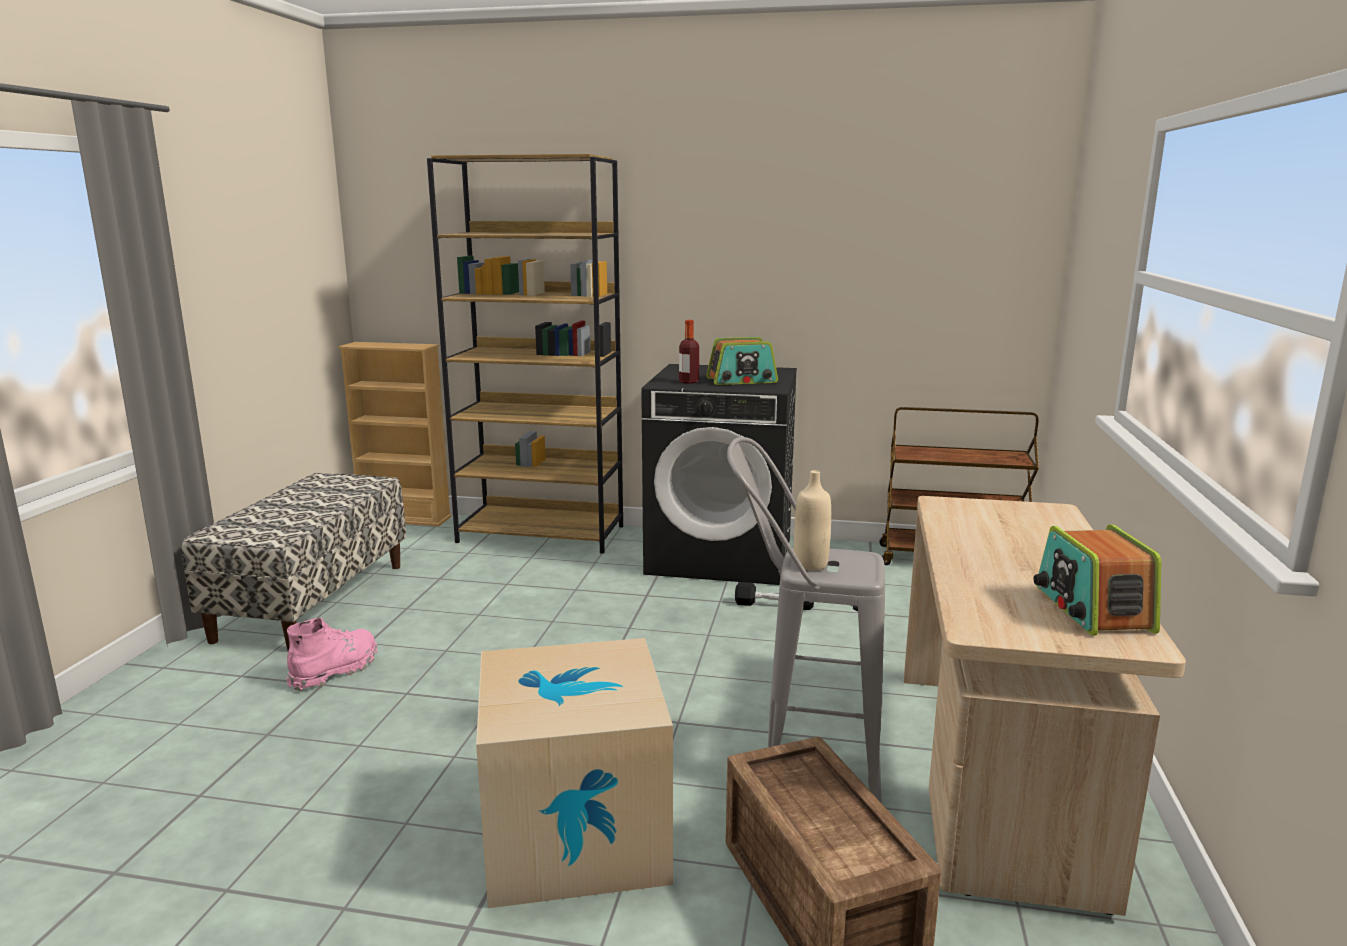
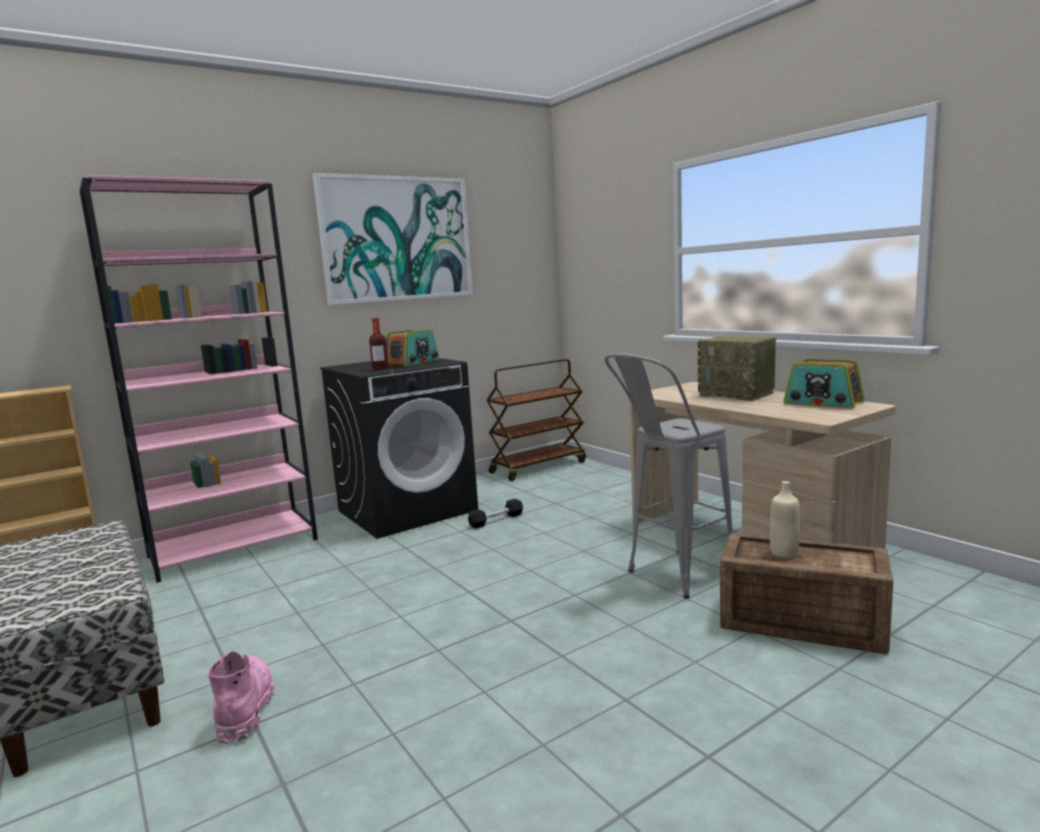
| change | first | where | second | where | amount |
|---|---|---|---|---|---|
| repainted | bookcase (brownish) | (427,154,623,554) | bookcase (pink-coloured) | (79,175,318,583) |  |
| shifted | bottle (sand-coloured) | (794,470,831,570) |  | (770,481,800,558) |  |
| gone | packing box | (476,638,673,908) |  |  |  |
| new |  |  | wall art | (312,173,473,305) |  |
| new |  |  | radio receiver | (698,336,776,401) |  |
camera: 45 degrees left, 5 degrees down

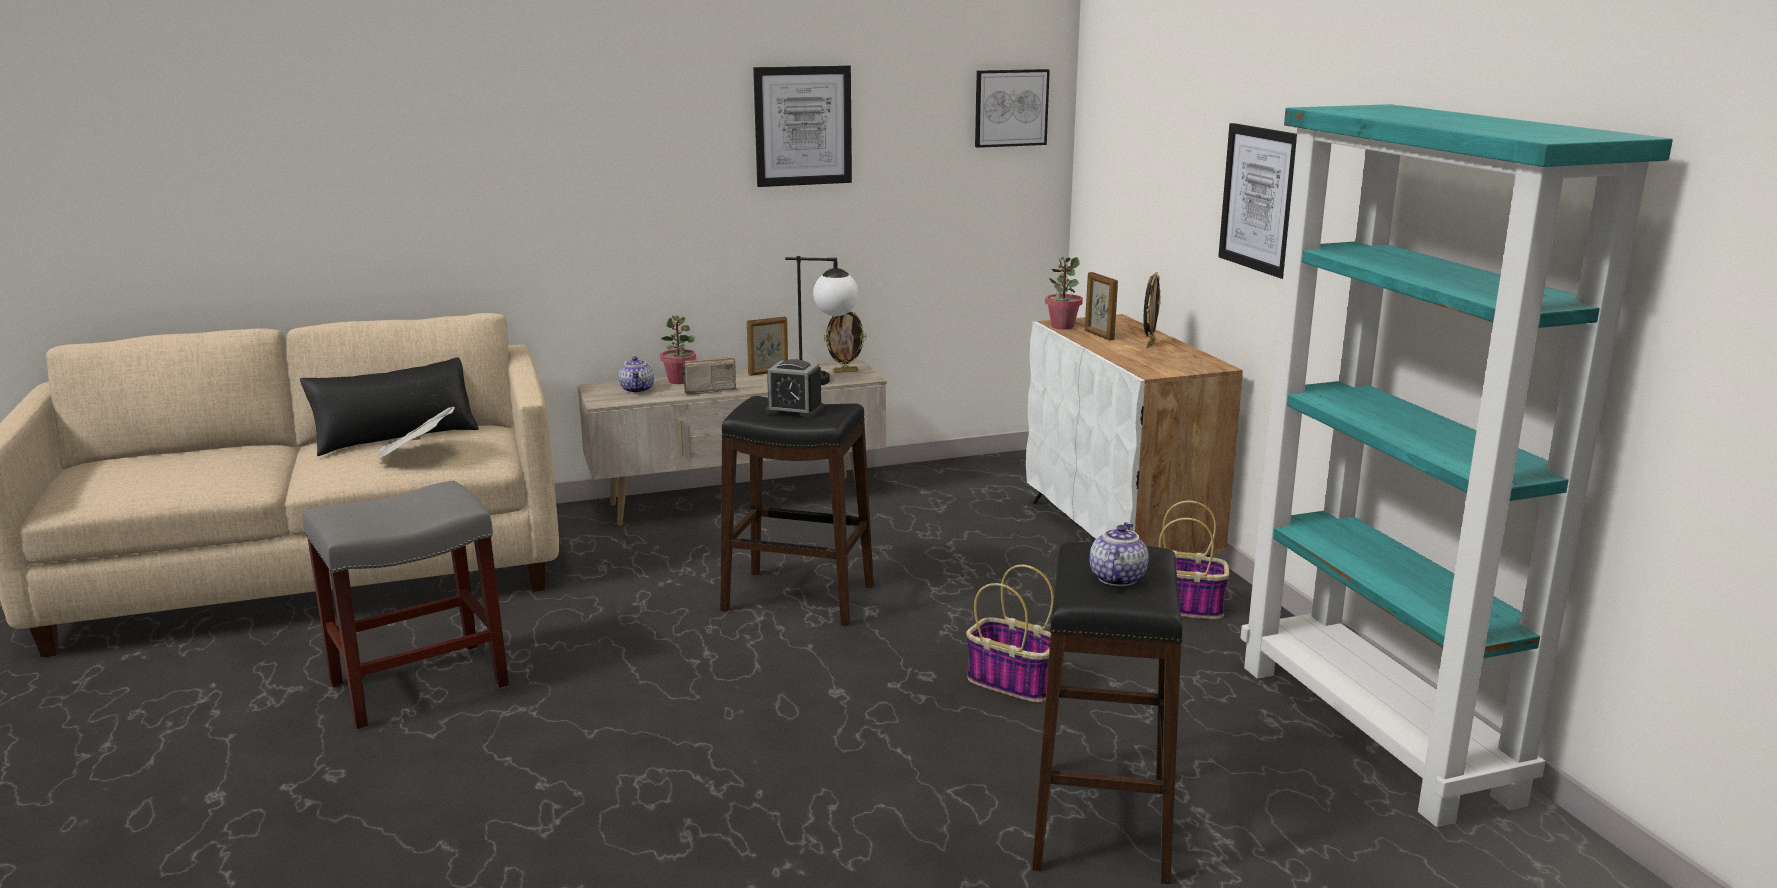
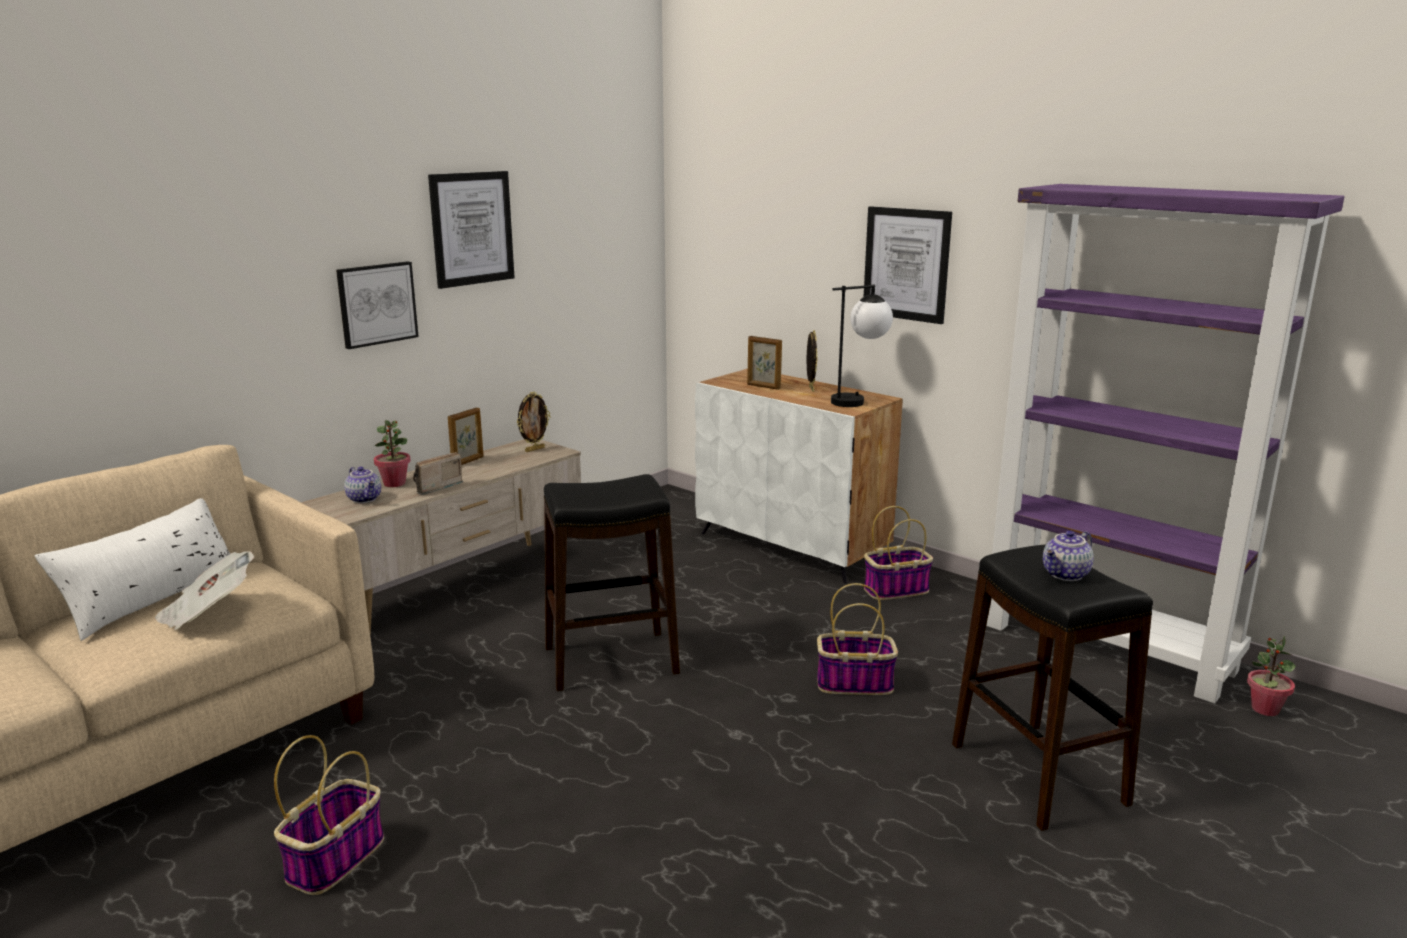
| change | first | where | second | where | amount |
|---|---|---|---|---|---|
| shifted | wall art | (975,69,1050,148) |  | (336,261,419,349) |  |
| repainted | bookcase (blue-green) | (1240,104,1673,827) | bookcase (purple-coloured) | (986,184,1344,703) |  |
| shifted | tabletop lamp | (785,256,859,385) |  | (831,285,893,407) |  |
| shifted | houseplant | (1045,257,1083,330) |  | (1247,636,1295,716) |  |
| repainted | pillow (black-coloured) | (300,357,479,456) | pillow (whitish) | (35,498,230,641) |  |
| gone | alarm clock | (766,359,824,418) |  |  |  |
| swapped | sitting stool (grey) | (303,481,509,730) | storage basket | (274,735,384,895) |  |
| rotated | tea pot | (1090,522,1149,586) |  | (1043,530,1094,581) | 120 degrees counterclockwise |
camera: 30 degrees left, 0 degrees up

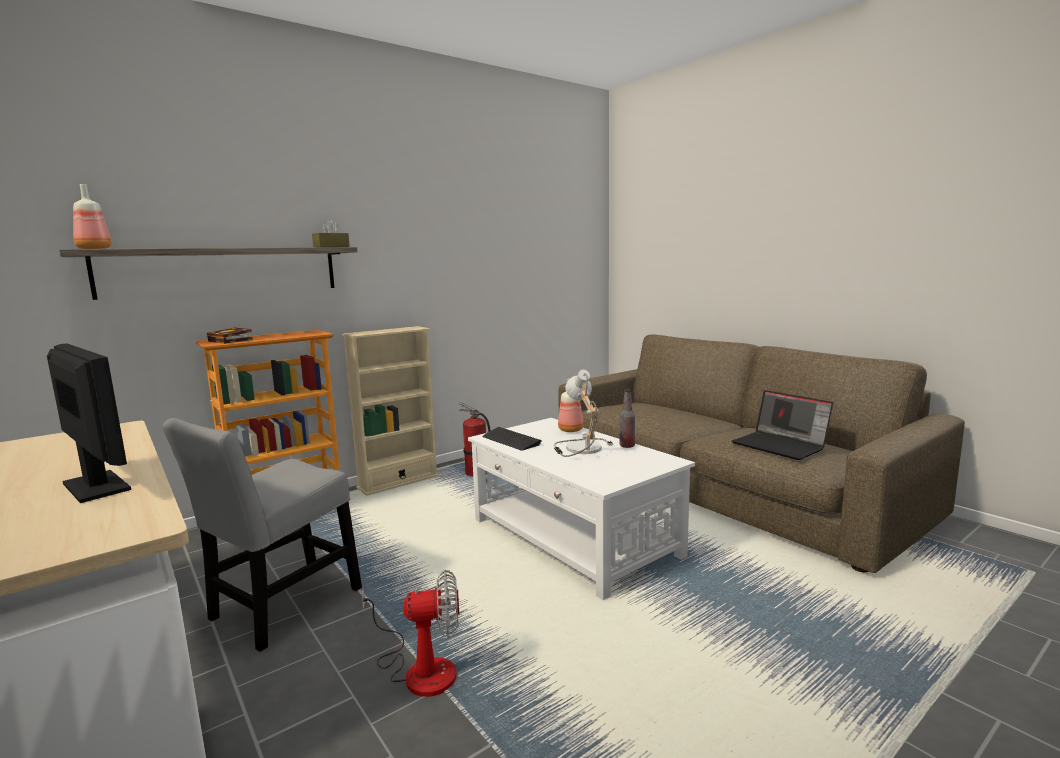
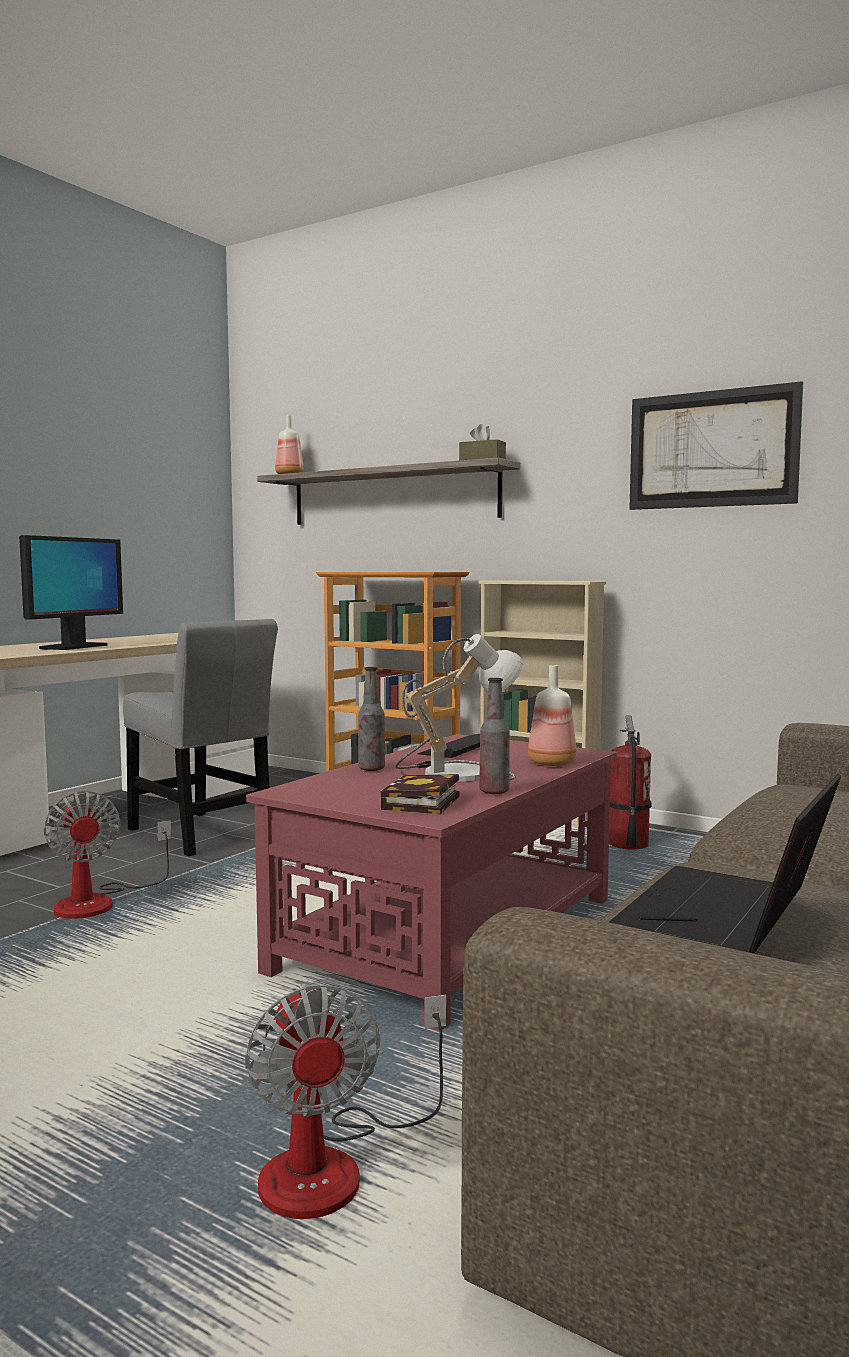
| change | first | where | second | where | amount |
|---|---|---|---|---|---|
| shifted | book | (207,328,253,344) |  | (380,774,459,814) |  |
| rotated | chair (grey) | (162,418,362,652) |  | (123,619,278,856) | 150 degrees counterclockwise |
| repainted | coffee table (whitish) | (468,418,695,600) | coffee table (reddish) | (246,734,617,1031) |  |
| new |  |  | wall art | (629,381,803,510) |  |
| new |  |  | bottle | (358,667,385,771) |  |
| new |  |  | electric fan | (245,984,446,1219) |  |
camera: 70 degrees right, 5 degrees down

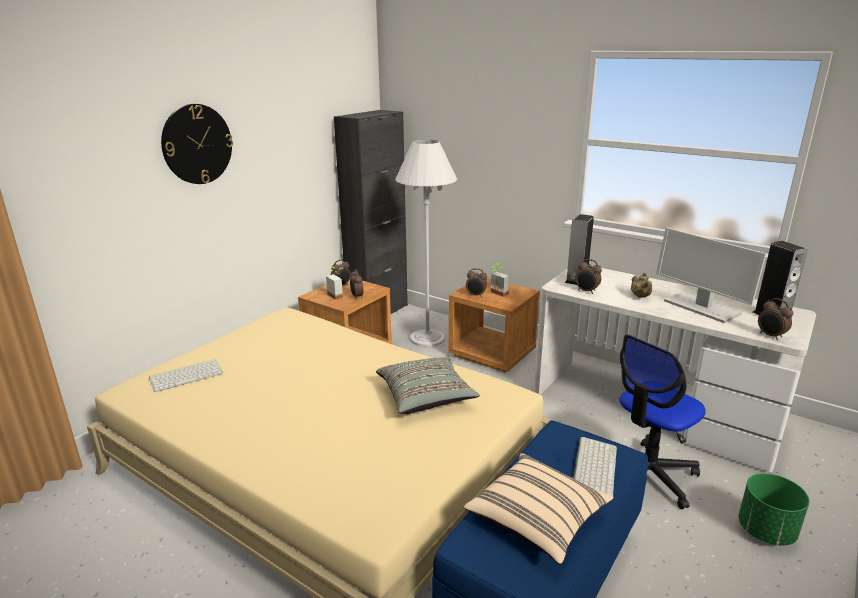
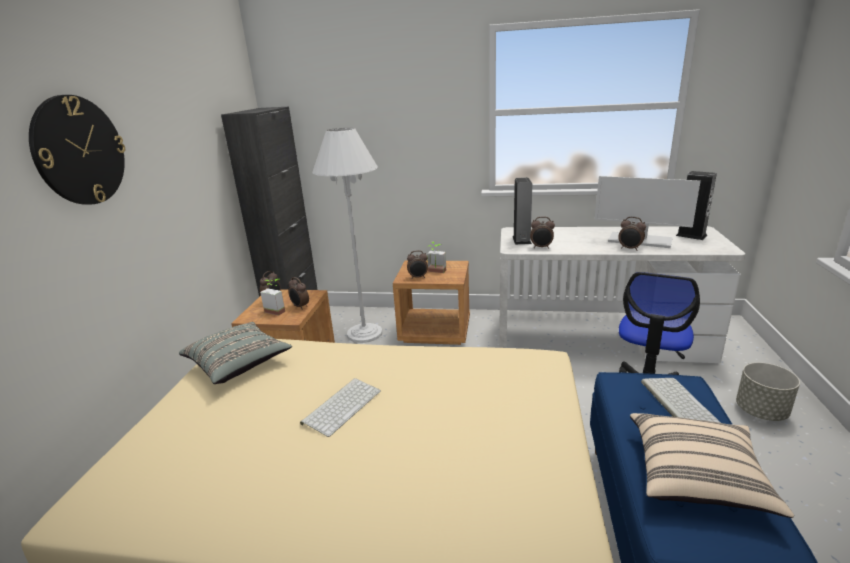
| change | first | where | second | where | amount |
|---|---|---|---|---|---|
| gone | tea pot (sand-coloured) | (631,272,652,297) |  |  |  |
| shifted | alarm clock | (758,298,793,340) |  | (618,217,646,251) |  |
| shifted | pillow (grey) | (376,357,480,414) |  | (179,322,292,384) |  |
| shifted | computer keyboard | (149,359,223,392) |  | (300,378,381,437) |  |
| repainted | plant pot (green-coloured) | (738,473,809,546) | plant pot (grey) | (736,362,800,421) |  |
camera: 25 degrees left, 0 degrees up

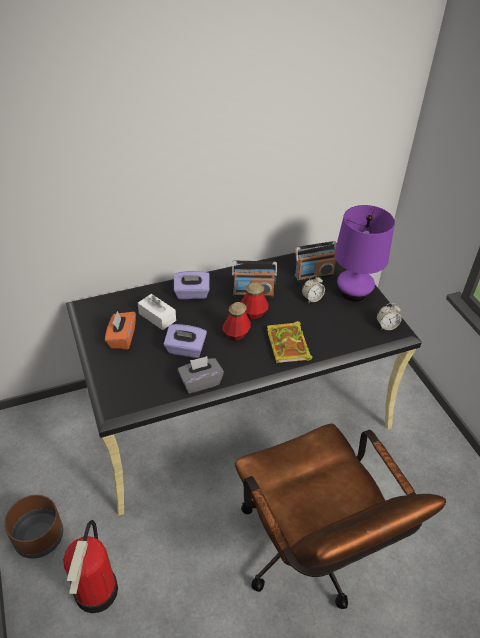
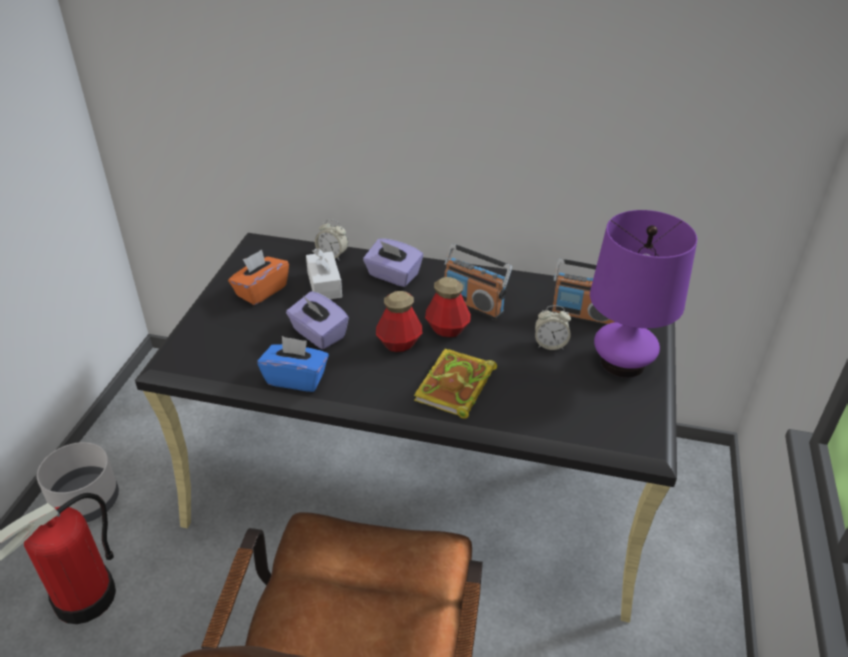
| change | first | where | second | where | amount |
|---|---|---|---|---|---|
| shifted | alarm clock | (377,303,402,330) |  | (315,219,348,261) |  |
| repainted | tissue holder (grey) | (178,356,224,393) | tissue holder (blue-coloured) | (258,336,329,392) |  |
| repainted | plant pot (brownish) | (4,495,63,559) | plant pot (grey) | (37,442,119,522) |  |
camera: 35 degrees right, 5 degrees down

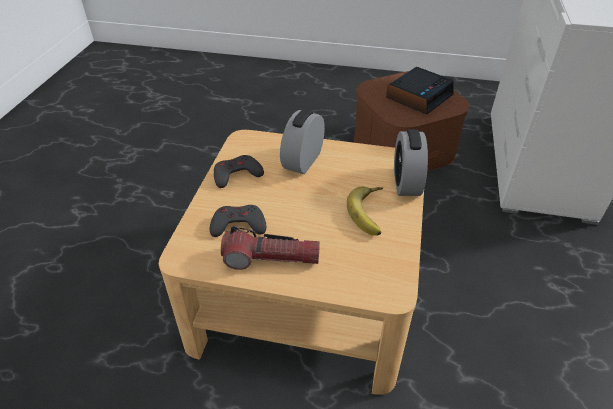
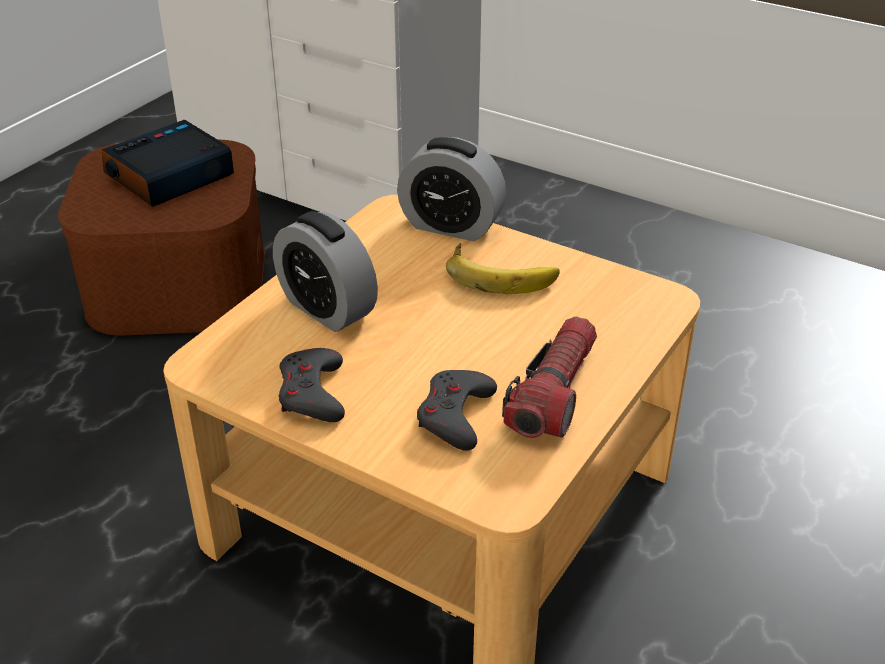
| change | first | where | second | where | amount |
|---|---|---|---|---|---|
| rotated | alarm clock | (386,67,453,115) |  | (102,120,234,207) | 105 degrees counterclockwise |
camera: 70 degrees left, 5 degrees down

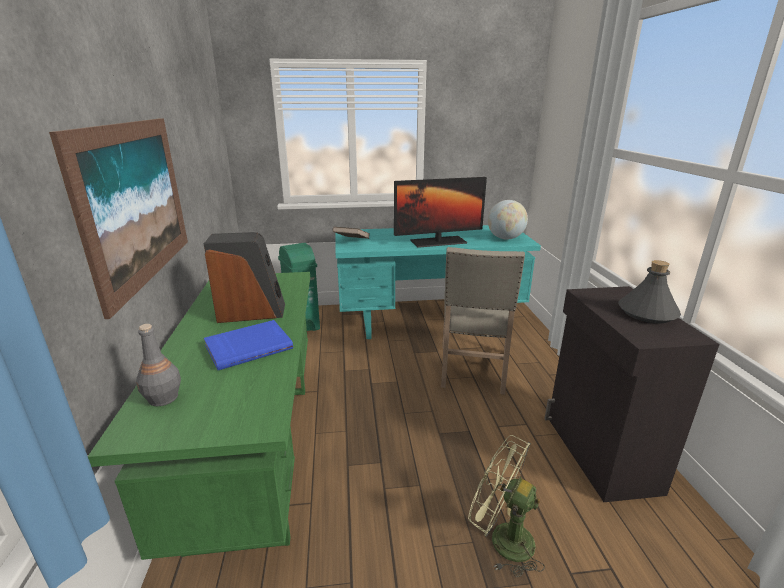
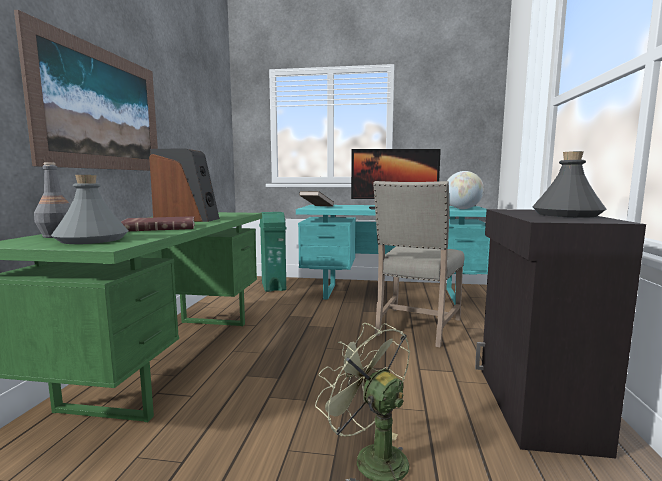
| change | first | where | second | where | amount |
|---|---|---|---|---|---|
| repainted | book (blue-coloured) | (204,320,293,370) | book (reddish) | (121,216,195,231) |  |
| new |  |  | bottle (grey) | (51,175,128,244) |  |
camera: 15 degrees right, 15 degrees down

